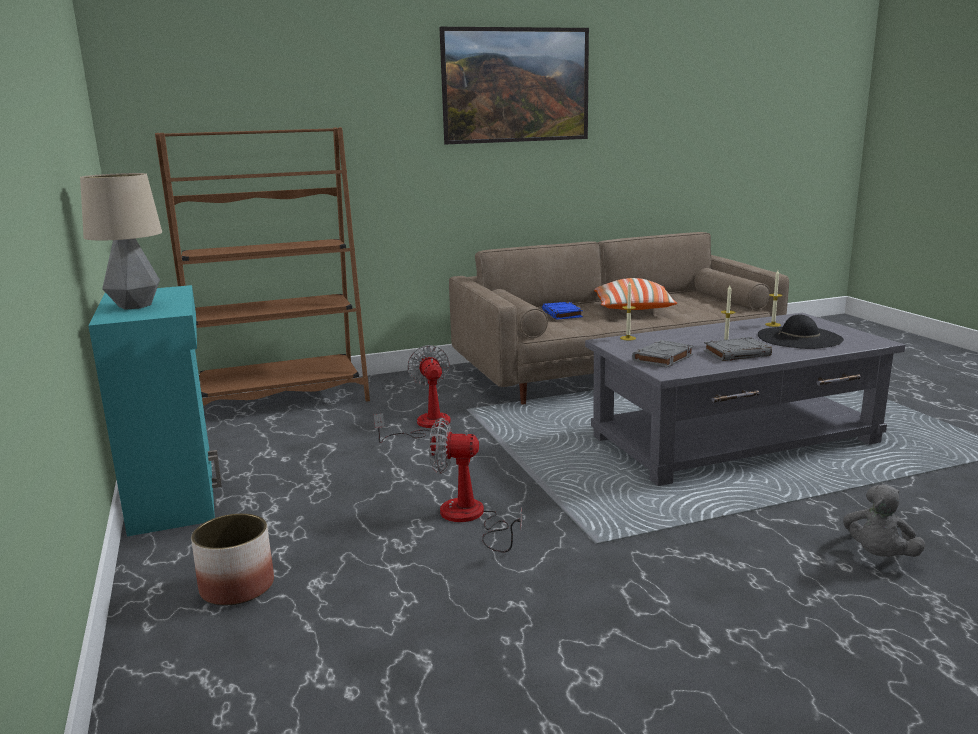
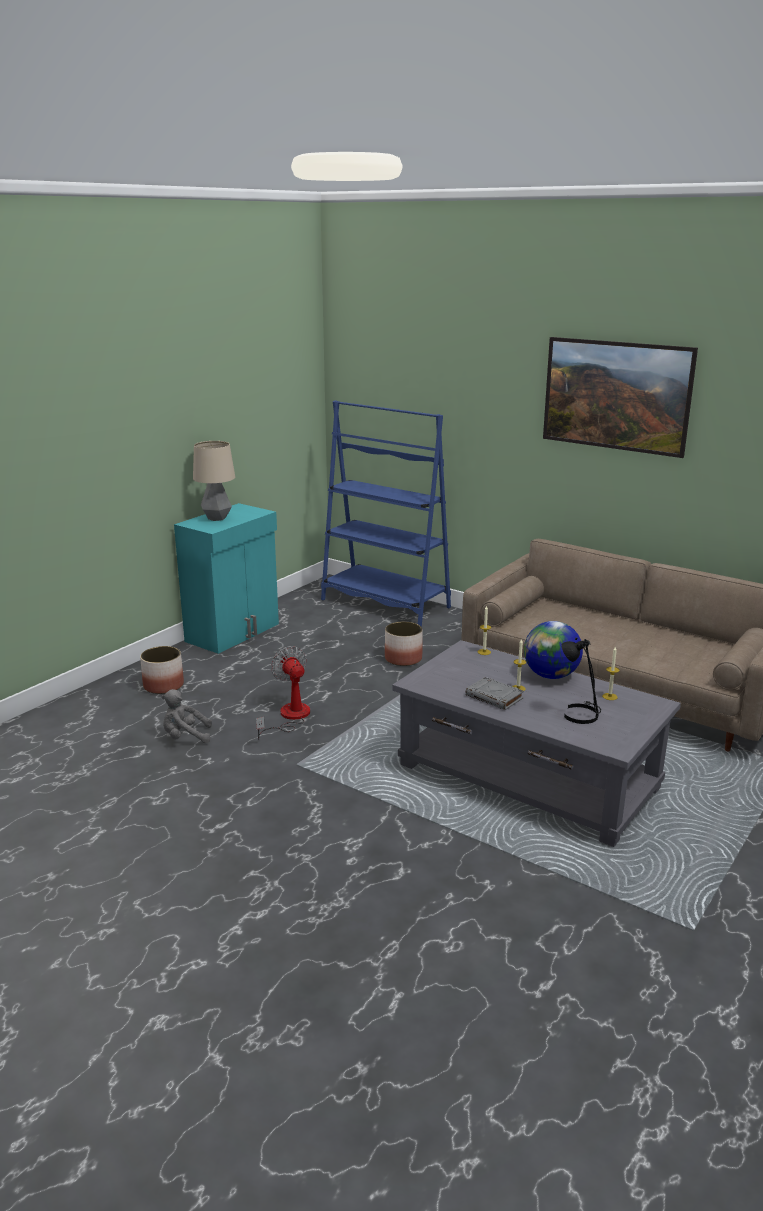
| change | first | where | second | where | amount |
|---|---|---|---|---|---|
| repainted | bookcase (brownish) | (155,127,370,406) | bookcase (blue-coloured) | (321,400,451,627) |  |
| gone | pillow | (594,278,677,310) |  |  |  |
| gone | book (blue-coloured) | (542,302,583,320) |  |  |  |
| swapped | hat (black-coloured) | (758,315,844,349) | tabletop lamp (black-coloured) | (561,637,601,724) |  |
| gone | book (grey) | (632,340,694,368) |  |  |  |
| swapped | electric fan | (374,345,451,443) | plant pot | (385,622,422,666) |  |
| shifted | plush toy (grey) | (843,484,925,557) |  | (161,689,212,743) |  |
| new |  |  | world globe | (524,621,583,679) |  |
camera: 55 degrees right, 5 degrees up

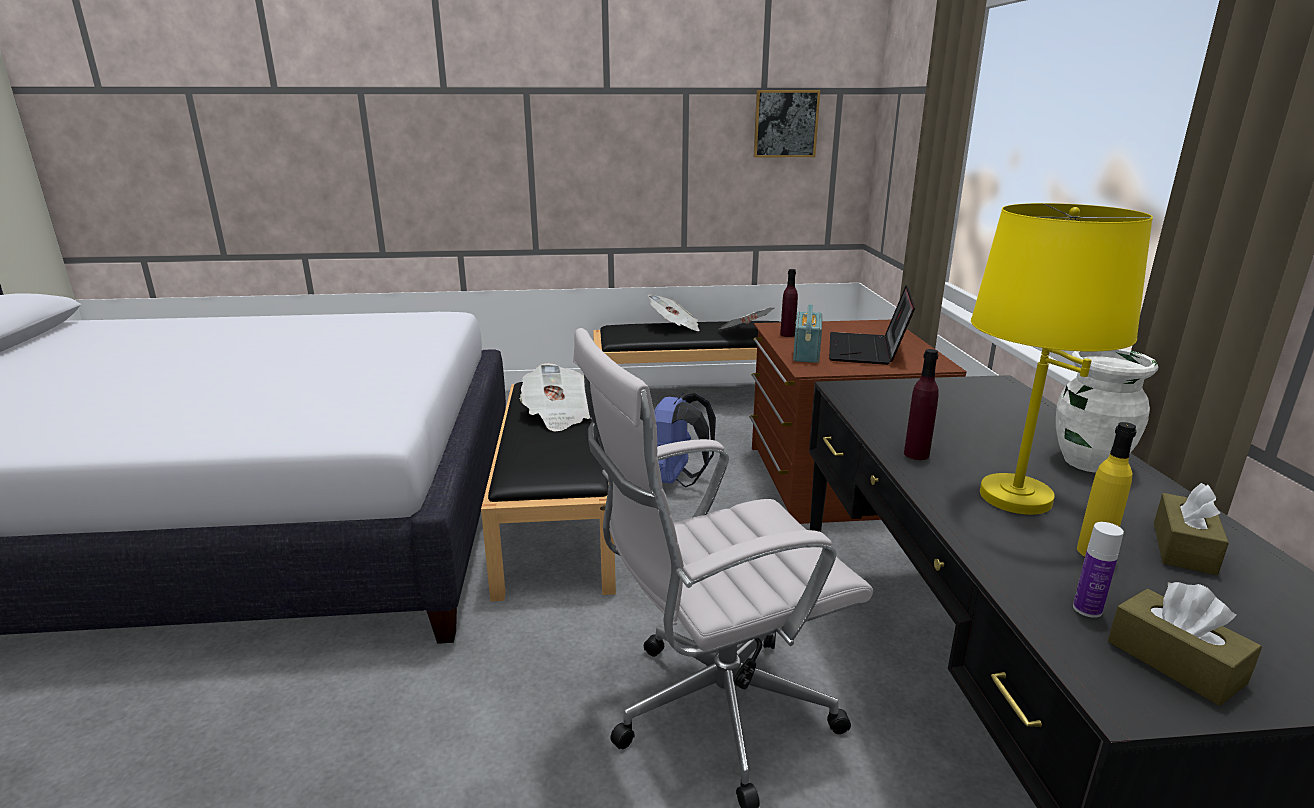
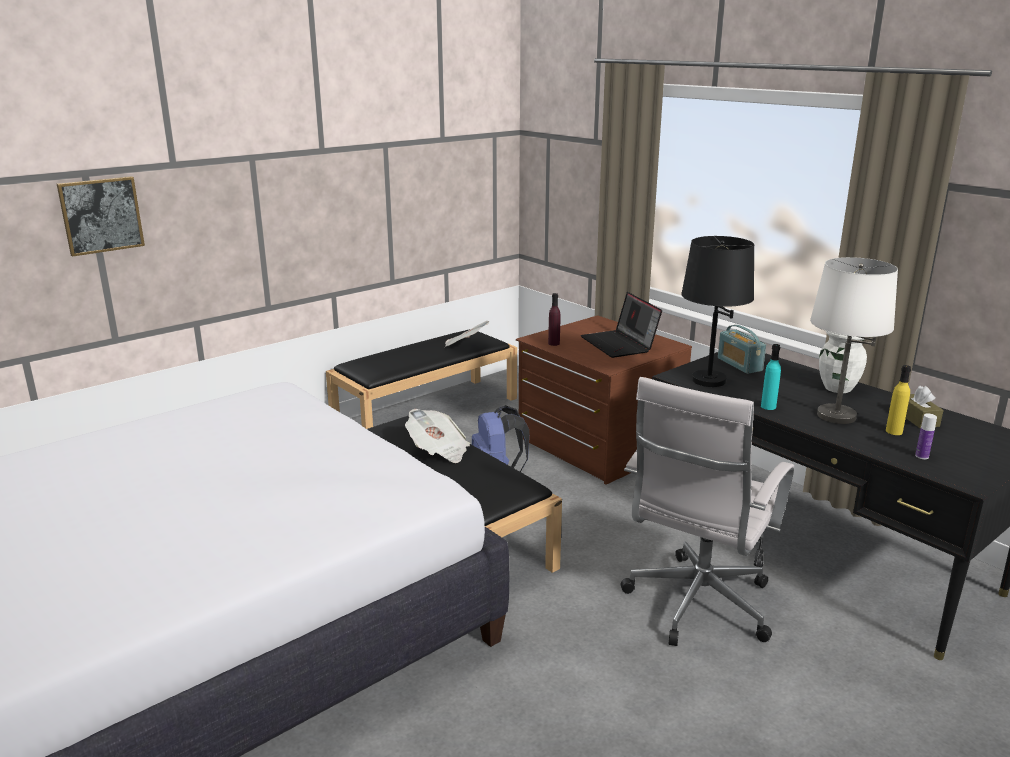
| change | first | where | second | where | amount |
|---|---|---|---|---|---|
| shifted | wall art | (754,90,820,158) |  | (57,176,145,257) |  |
| repainted | tabletop lamp (yellow) | (971,203,1153,515) | tabletop lamp (whitish) | (810,257,898,424) |  |
| gone | daily paper | (648,295,699,331) |  |  |  |
| shifted | radio receiver | (793,305,822,363) |  | (718,325,766,374) |  |
| repainted | bottle (purple-coloured) | (904,349,939,460) | bottle (blue-green) | (761,344,781,410) |  |
| gone | tissue holder (brownish) | (1108,582,1262,706) |  |  |  |
| new |  |  | tabletop lamp (black-coloured) | (681,236,754,387) |  |
camera: 35 degrees left, 0 degrees up

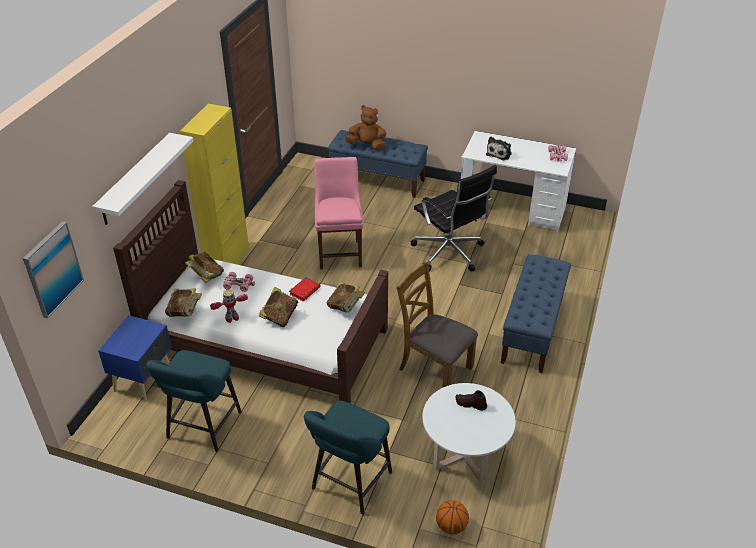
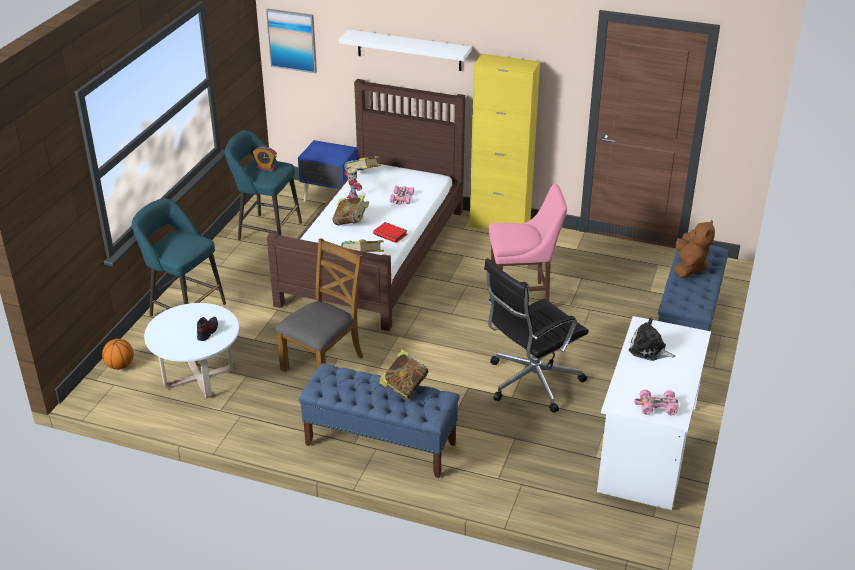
| change | first | where | second | where | amount |
|---|---|---|---|---|---|
| shifted | book | (185,252,224,283) |  | (379,349,429,400) |  |
| new |  |  | alarm clock | (253,146,277,172) |  |
camera: 90 degrees right, 5 degrees down

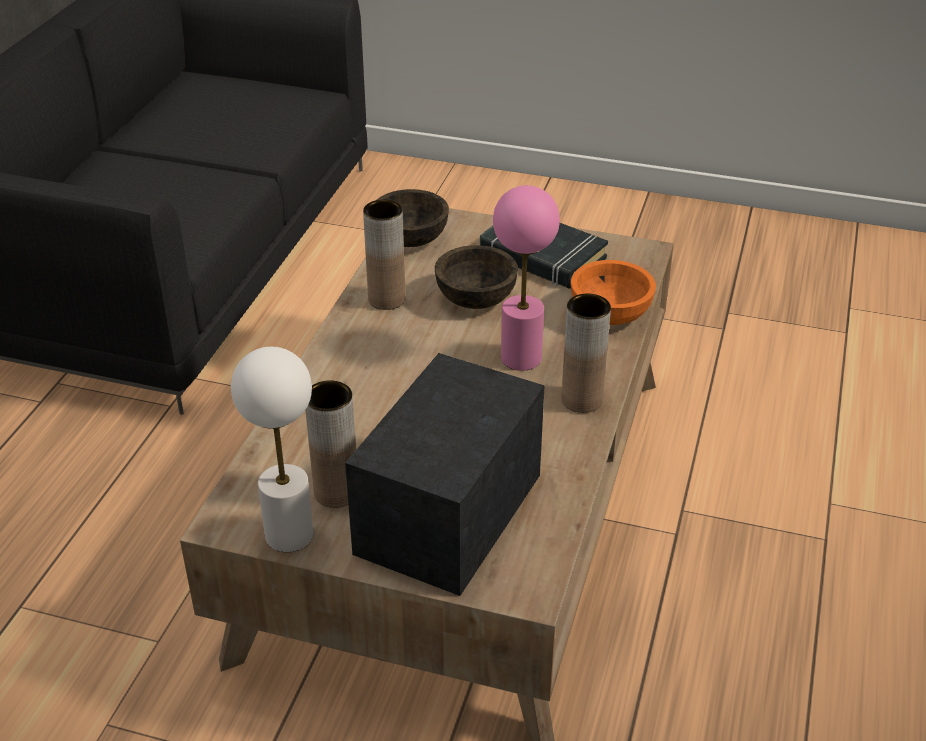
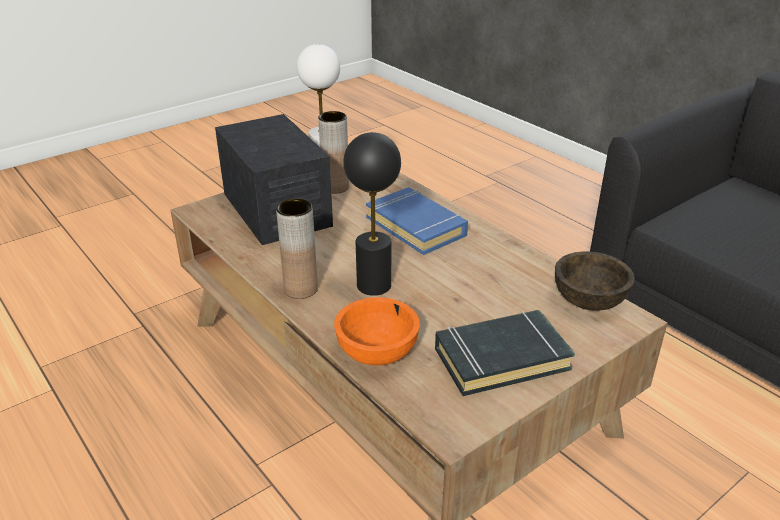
| change | first | where | second | where | amount |
|---|---|---|---|---|---|
| repainted | tabletop lamp (pink-coloured) | (493,185,560,371) | tabletop lamp (black-coloured) | (343,132,401,296) |  |
| gone | flower vase (brownish) | (363,200,405,310) |  |  |  |
| gone | bowl (brownish) | (435,245,518,309) |  |  |  |
| new |  |  | book (blue-coloured) | (366,187,468,255) |  |
camera: 125 degrees right, 5 degrees down

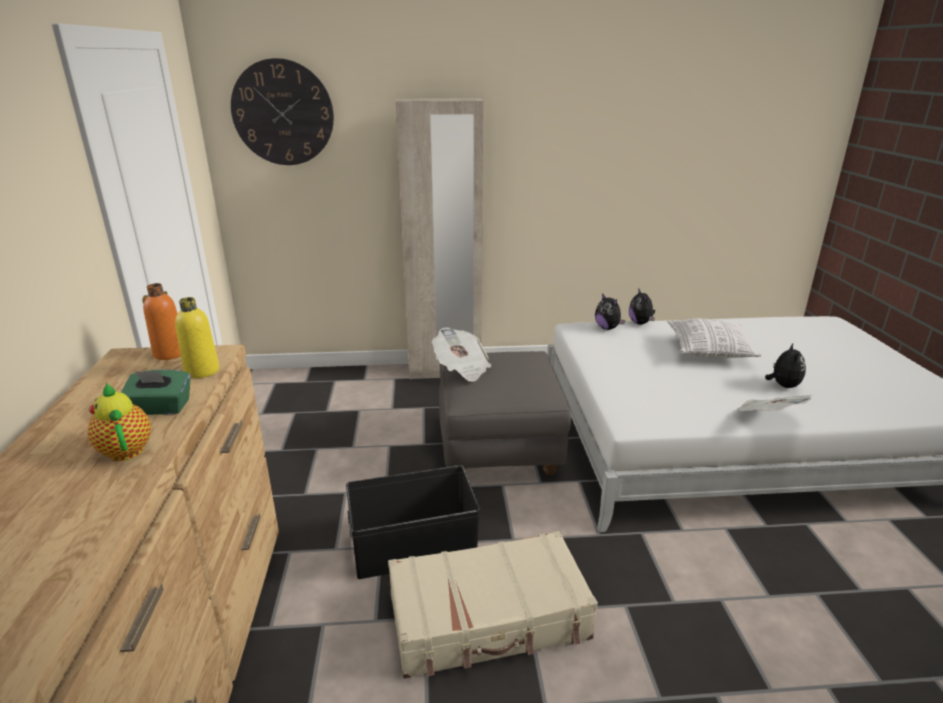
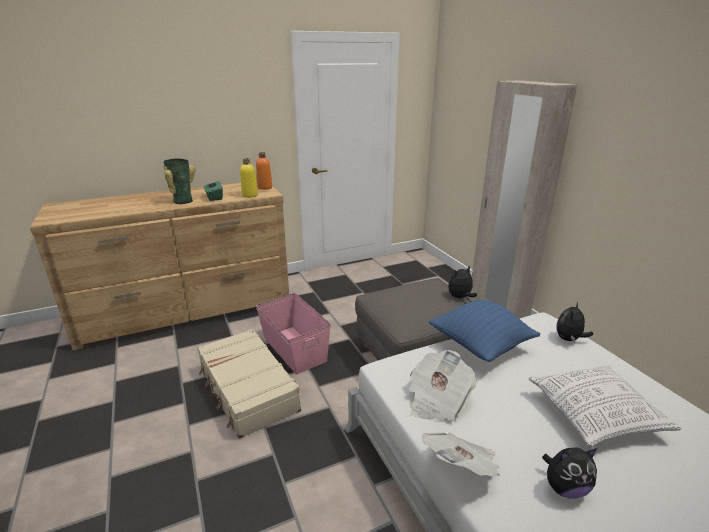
| change | first | where | second | where | amount |
|---|---|---|---|---|---|
| gone | clock on the wall | (231,58,334,165) |  |  |  |
| shifted | plush toy | (629,288,655,325) |  | (448,265,477,298) |  |
| shifted | daily paper | (432,327,492,382) |  | (409,350,476,421) |  |
| swapped | tea pot | (88,382,151,461) | flower vase | (163,158,196,204) |  |
| repainted | storage bin (black-coloured) | (346,465,480,579) | storage bin (pink-coloured) | (256,293,331,374) |  |
| new |  |  | pillow (blue-coloured) | (429,300,540,362) |  |
camera: 70 degrees right, 0 degrees up

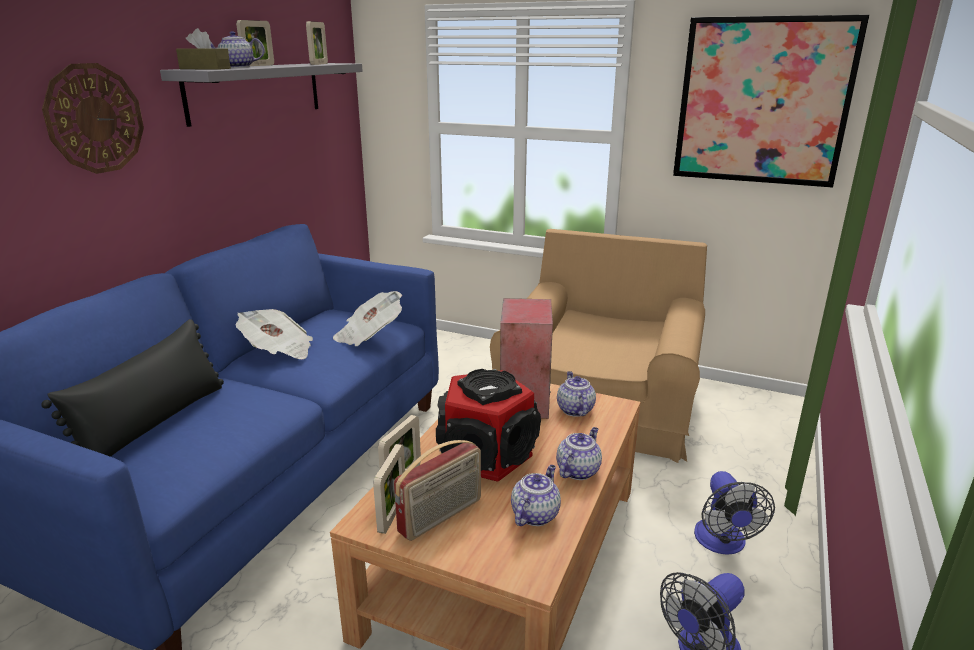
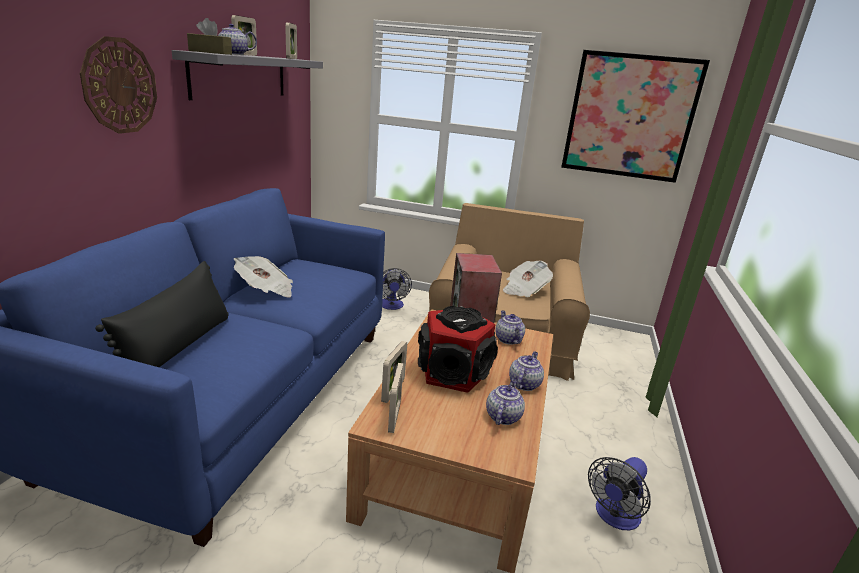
| change | first | where | second | where | amount |
|---|---|---|---|---|---|
| shifted | daily paper | (333,291,402,346) |  | (503,261,553,297) |  |
| gone | radio receiver | (394,440,481,541) |  |  |  |
| shifted | electric fan | (694,471,775,555) |  | (382,268,412,310) |  |
camera: 10 degrees left, 0 degrees up

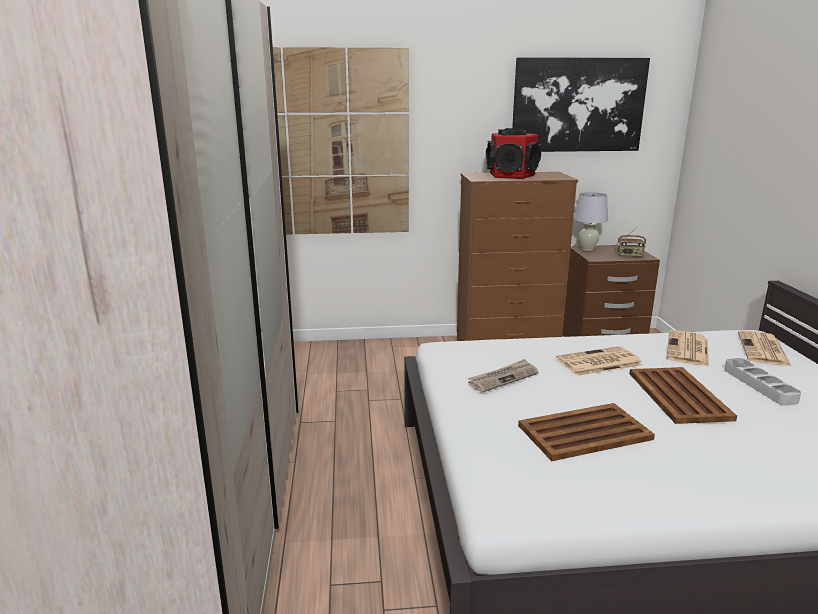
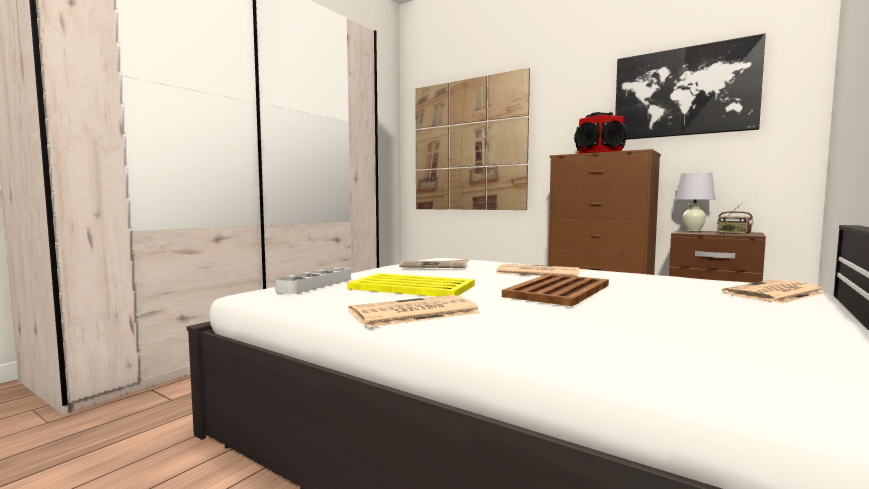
| change | first | where | second | where | amount |
|---|---|---|---|---|---|
| shifted | daily paper | (667,330,709,367) |  | (348,295,481,328) |  |
| shifted | carrying tray (grey) | (724,358,801,406) |  | (275,267,351,294) |  |
| repainted | carrying tray (brownish) | (518,403,655,461) | carrying tray (yellow) | (347,273,475,296) |  |
camera: 40 degrees right, 15 degrees down

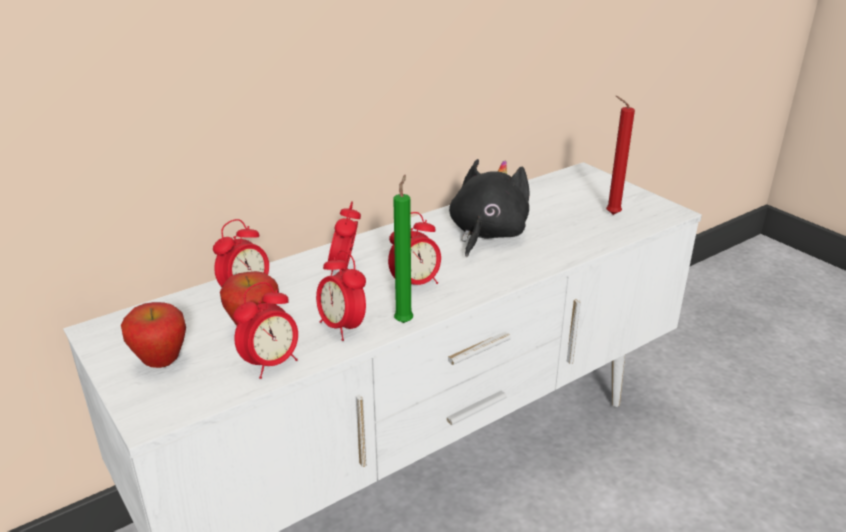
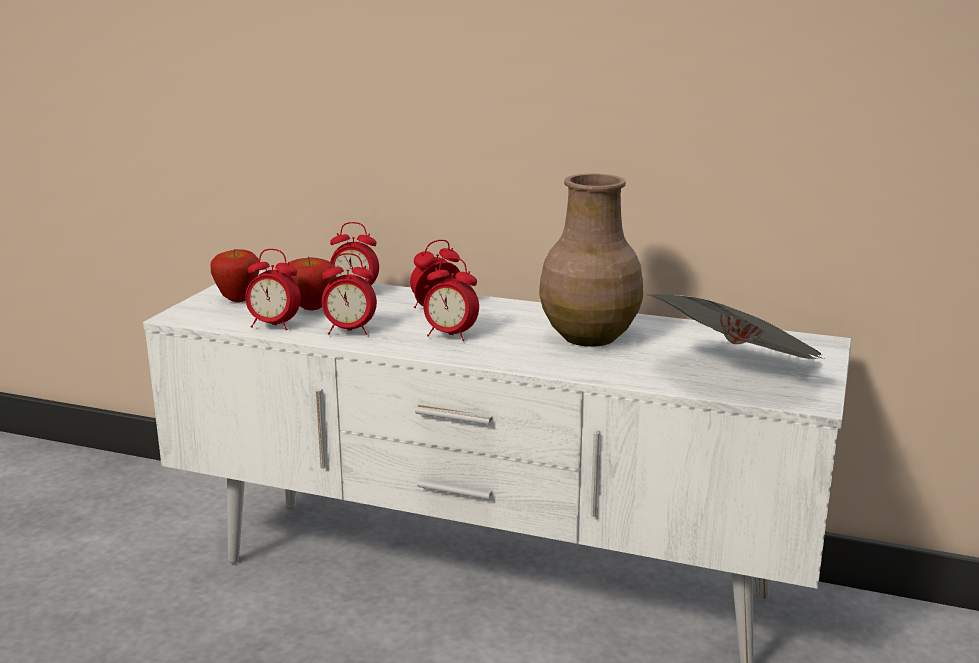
| change | first | where | second | where | amount |
|---|---|---|---|---|---|
| swapped | wax candle (reddish) | (606,96,635,215) | daily paper | (649,294,824,359) |  |
| swapped | plush toy (black-coloured) | (449,159,530,257) | flower vase (brownish) | (539,174,643,347) |  |
| gone | wax candle (green-coloured) | (393,175,413,323) |  |  |  |
| rotated | alarm clock | (316,250,366,341) |  | (322,253,377,335) | 105 degrees counterclockwise |
camera: 55 degrees right, 10 degrees down

